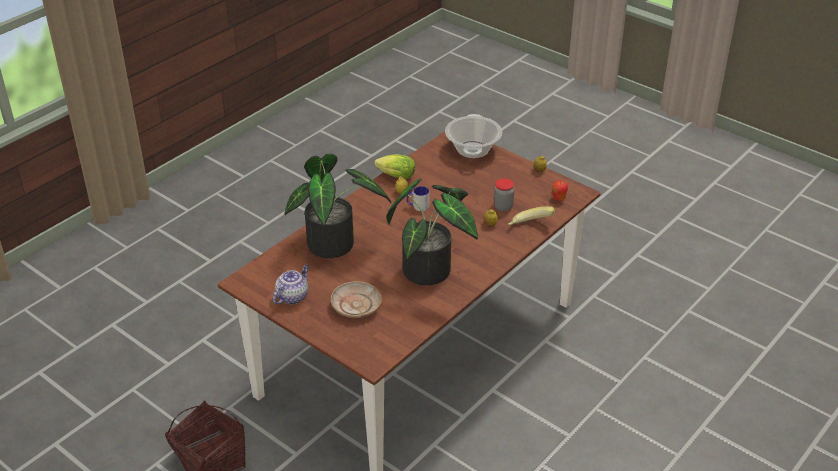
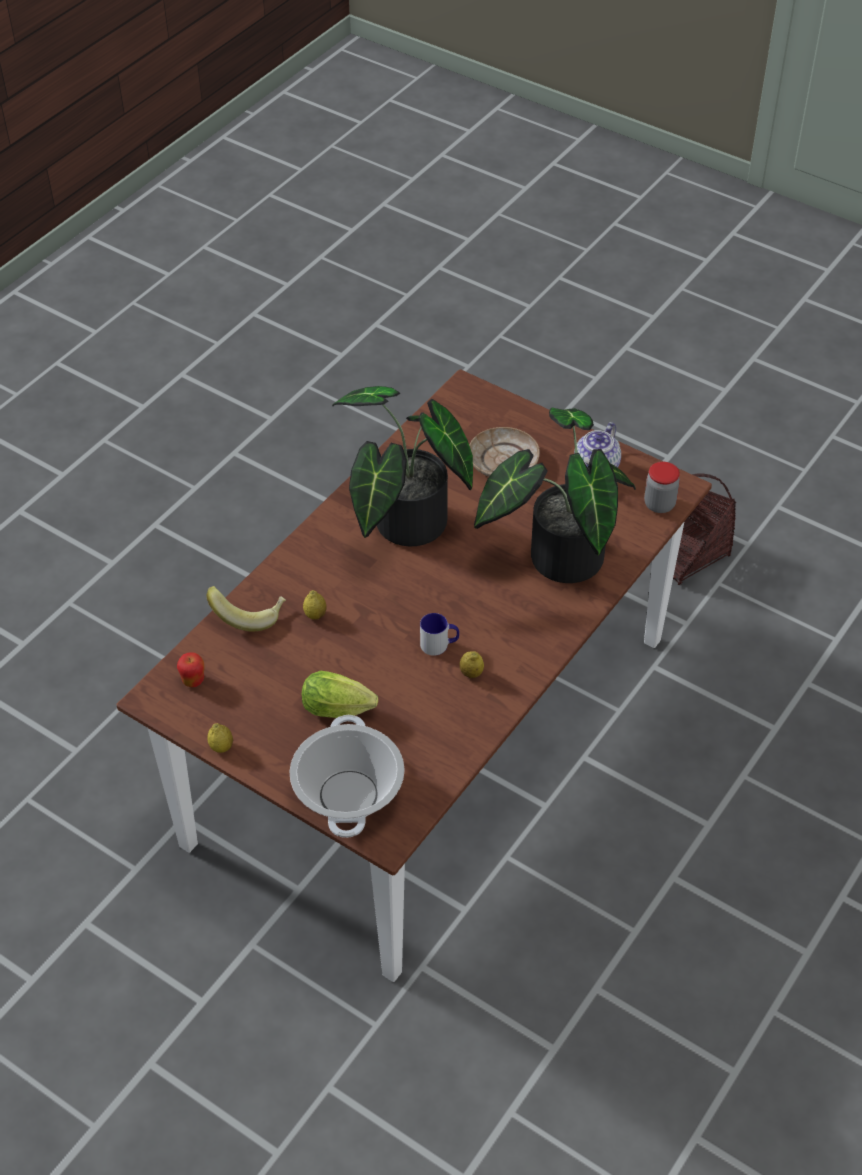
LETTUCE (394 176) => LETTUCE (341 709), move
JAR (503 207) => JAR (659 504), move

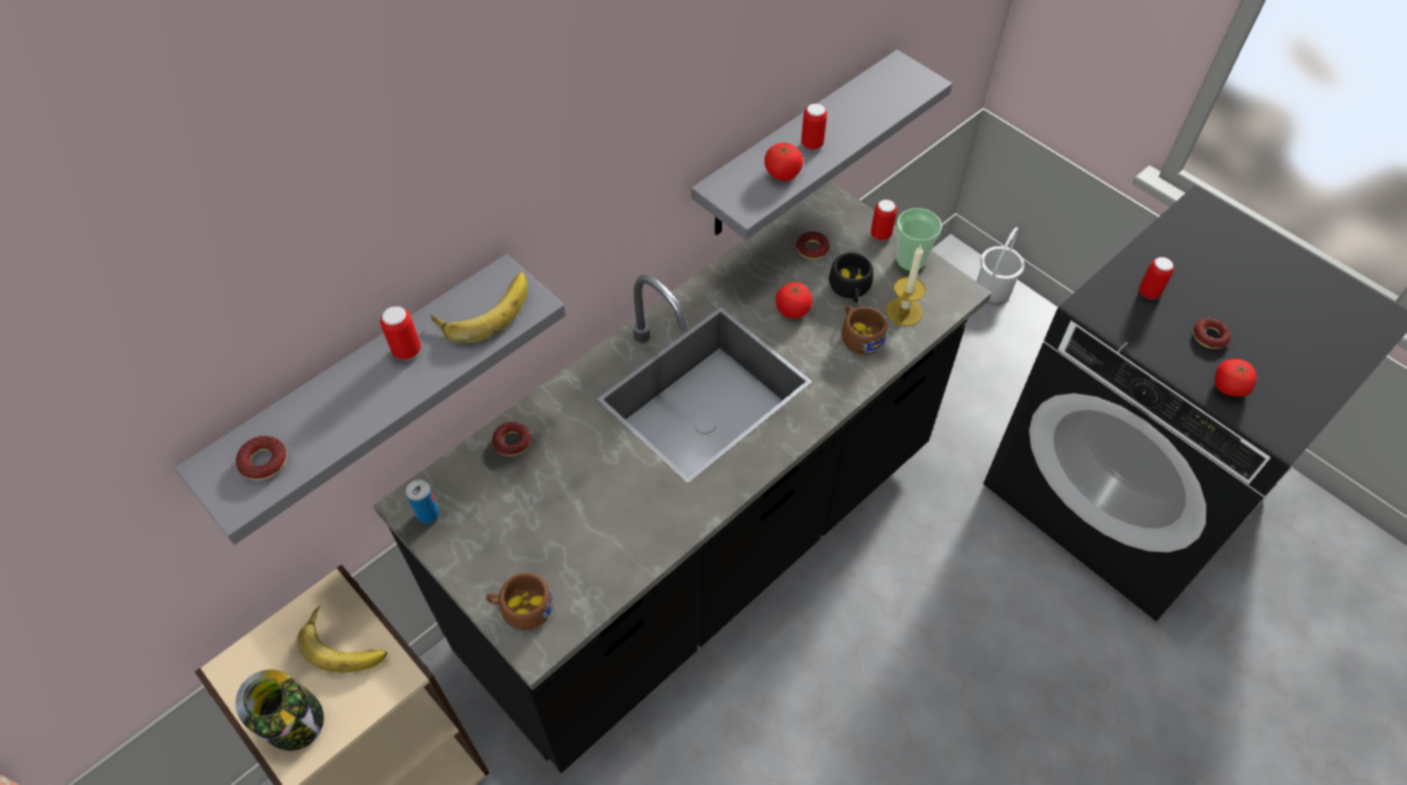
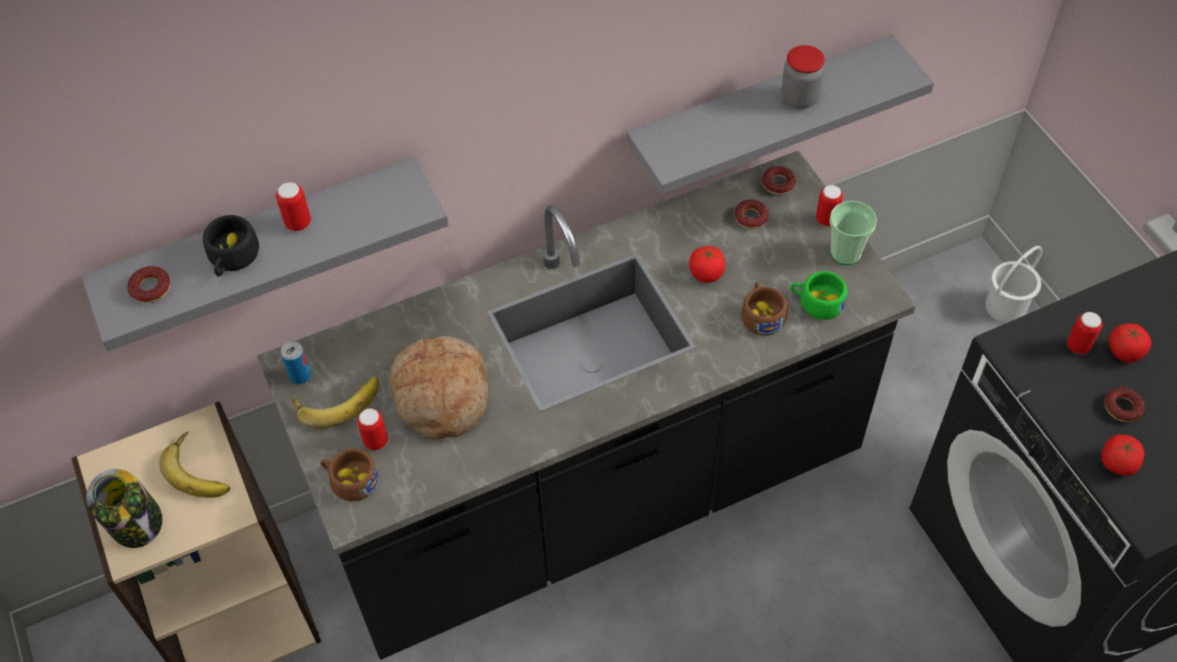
nothing => BREAD (440 396)
nothing => JAR (799 98)
BANANA (484 309) => BANANA (337 400), move
DONUT (512 442) => DONUT (778 183), move
TOMATO (782 173) => TOMATO (1124 351), move
CAN (812 144) => CAN (376 441), move
BLACK CUP (850 288) => BLACK CUP (232 258), move
CANDLE (904 311) => GREEN CUP (816 302)

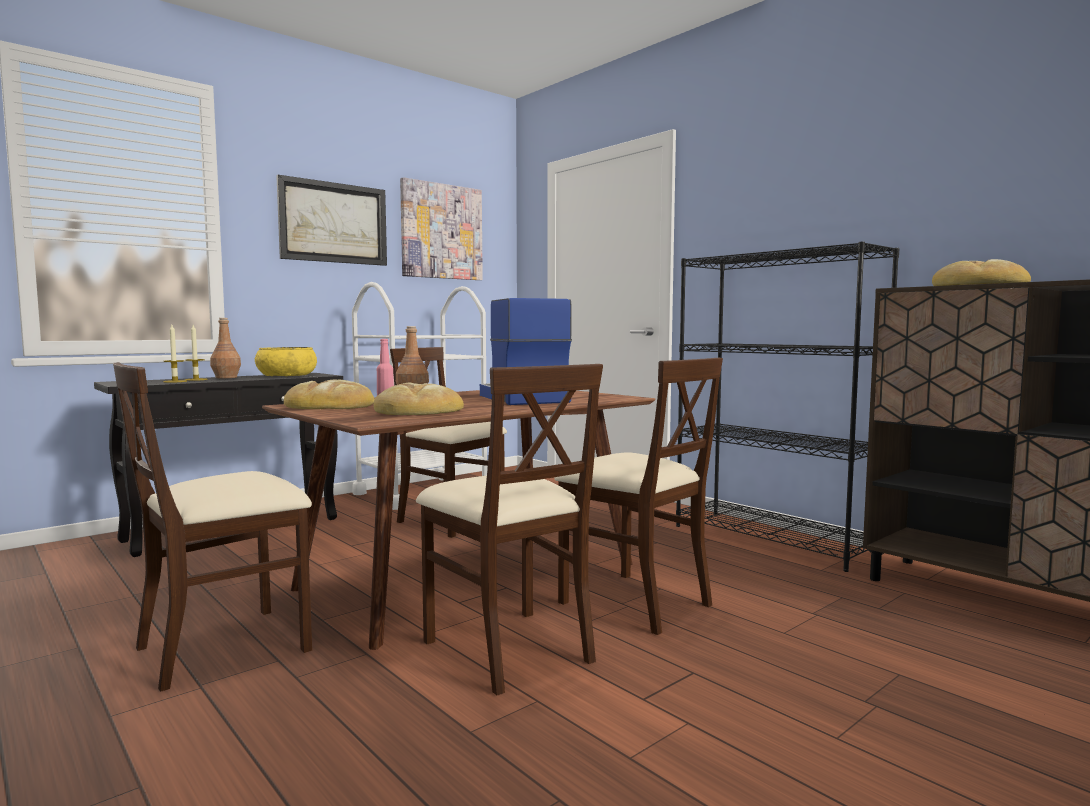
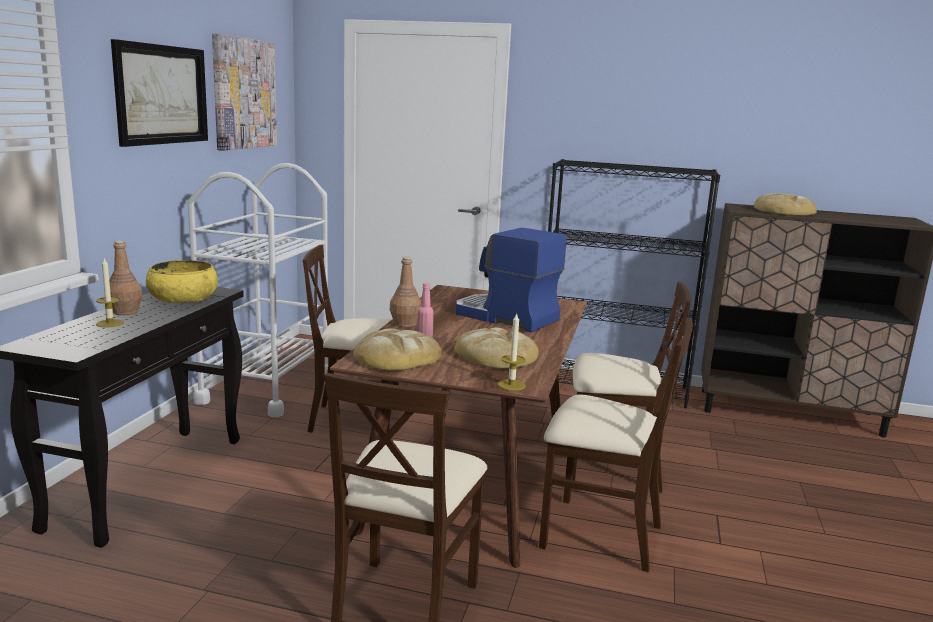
CANDLE (175 381) => CANDLE (511 385), move

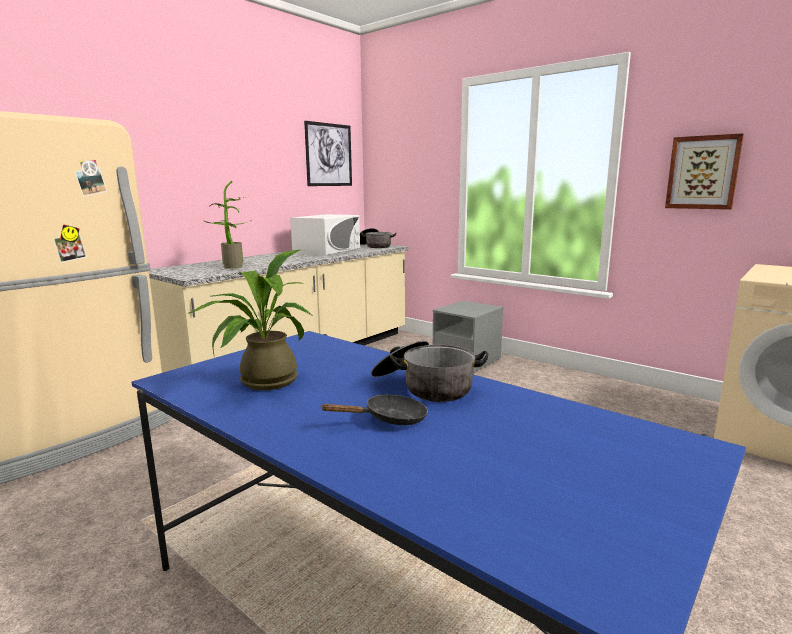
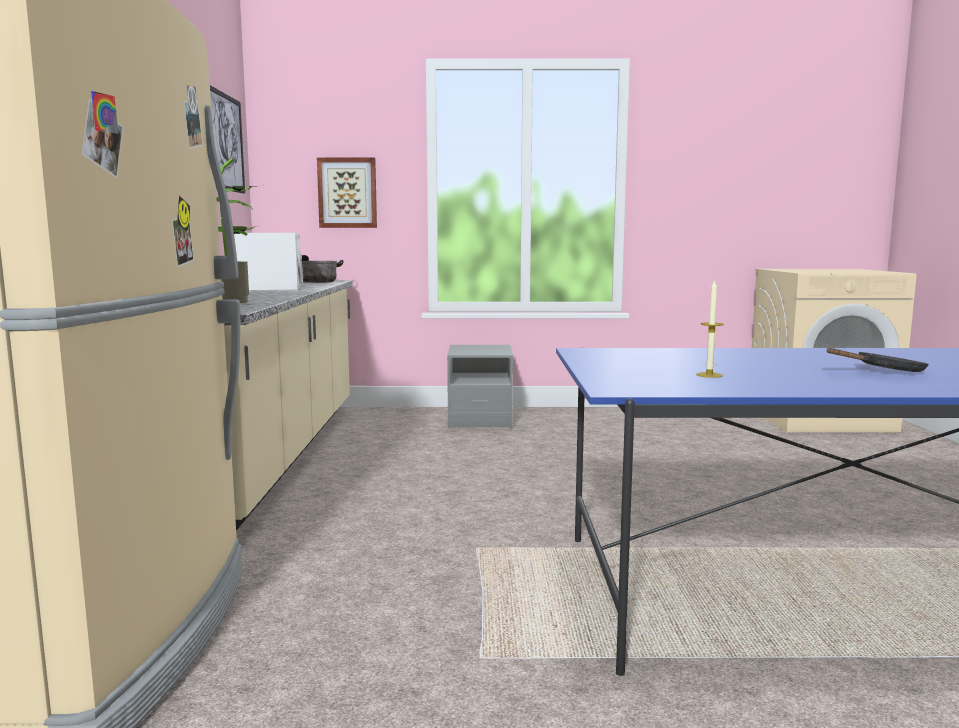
COOKING POT (424 387) => nothing
PICTURE (703 172) => PICTURE (347 193), move
POTTED PLANT (262 382) => CANDLE (709 375)
BLACK FRYING PAN (389 419) => BLACK FRYING PAN (885 371), 45 degrees clockwise

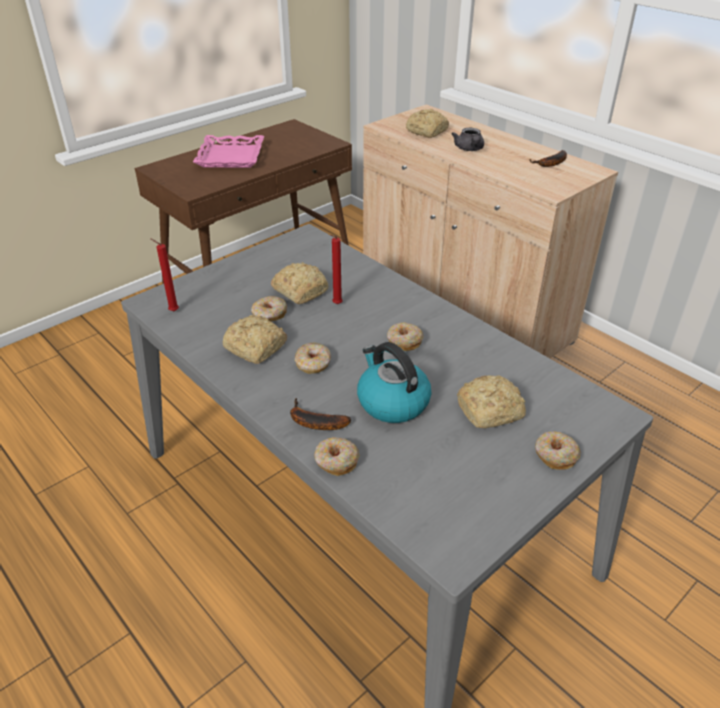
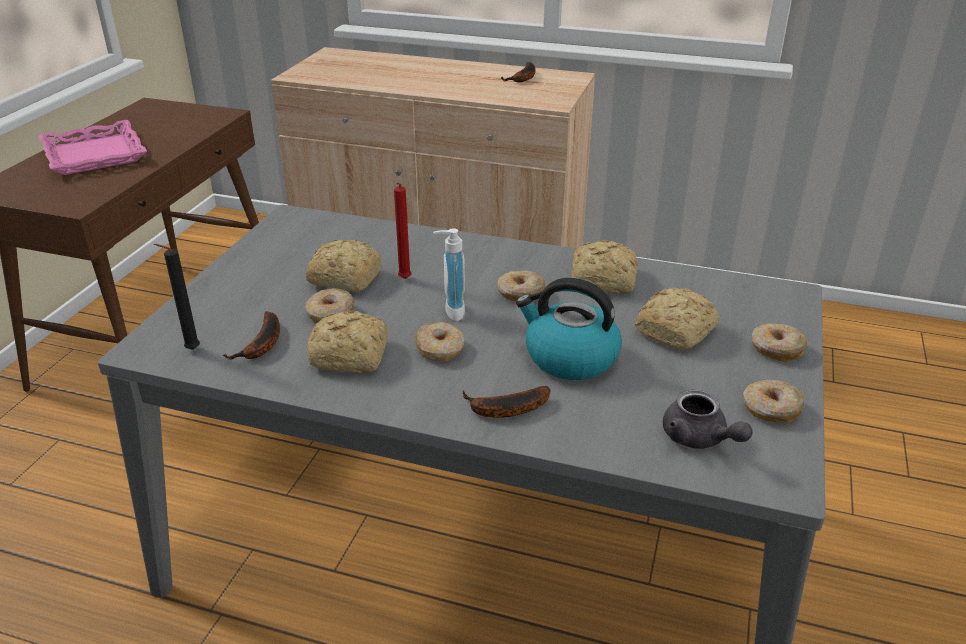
nothing => BANANA (262 345)
nothing => SOAP DISPENSER (450 311)
DONUT (336 461) => DONUT (770 409), move
BREAD (427 132) => BREAD (605 280), move
GREY TEAPOT (469 149) => GREY TEAPOT (699 439), move
RED CANDLE (172 311) => BLACK CANDLE (190 350)

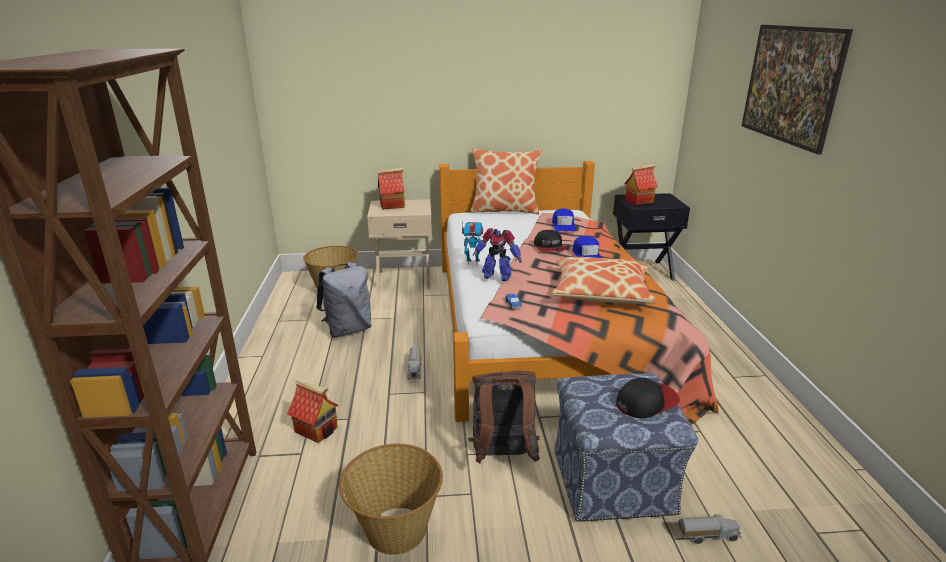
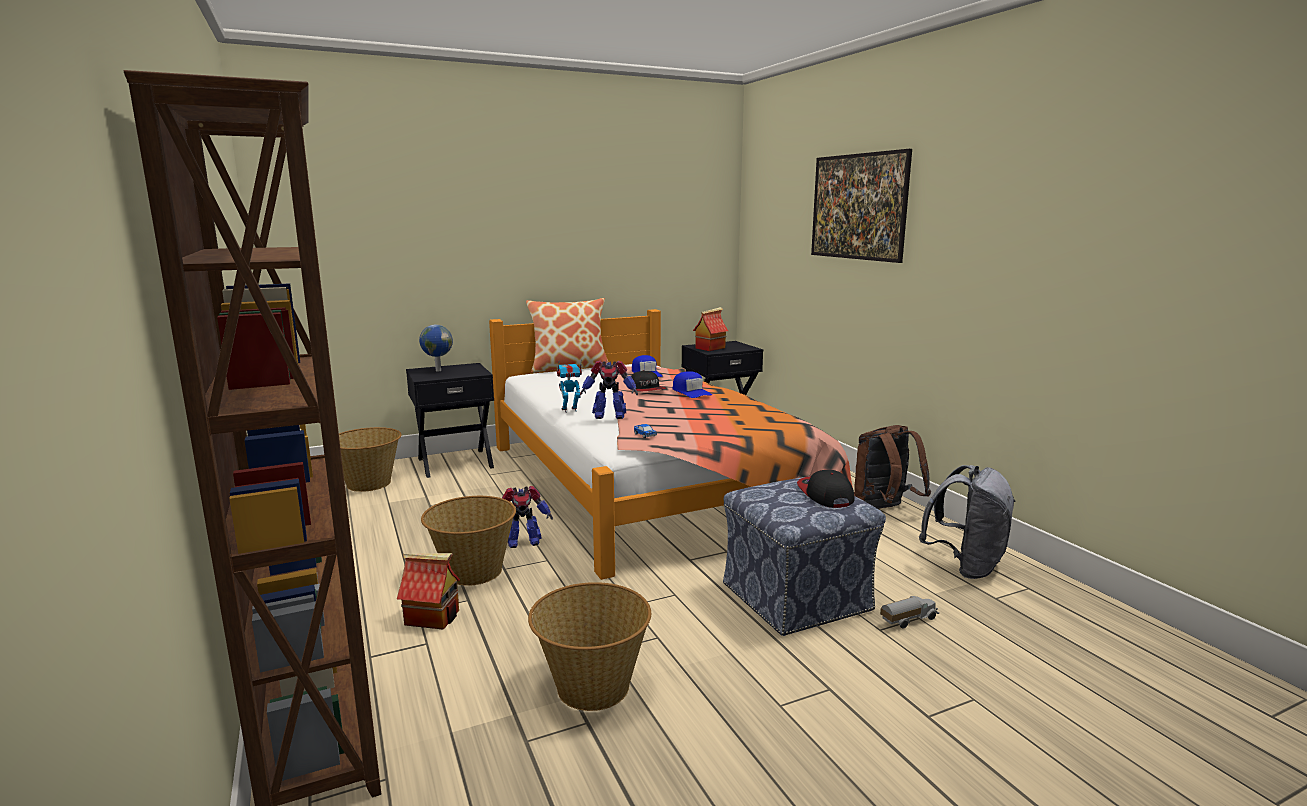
PILLOW (601 292) => nothing
nothing => BASKET (473 572)
GREY BACKPACK (348 330) => GREY BACKPACK (965 566), move
BROWN BACKPACK (502 456) => BROWN BACKPACK (884 510), move
TOY HOUSE (392 205) => GLOBE (437 370)
TOY TRUCK (415 370) => TOY ROBOT (523 542)
BEIGE NIGHTSTAND (404 279) => BLACK NIGHTSTAND (455 462)
CAP (646 402) => CAP (825 494), 60 degrees counterclockwise

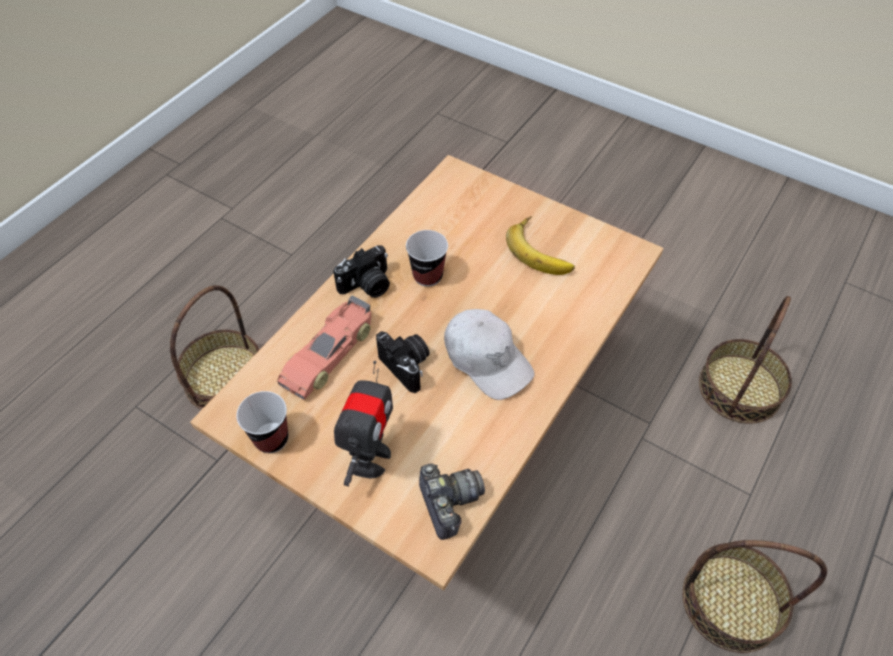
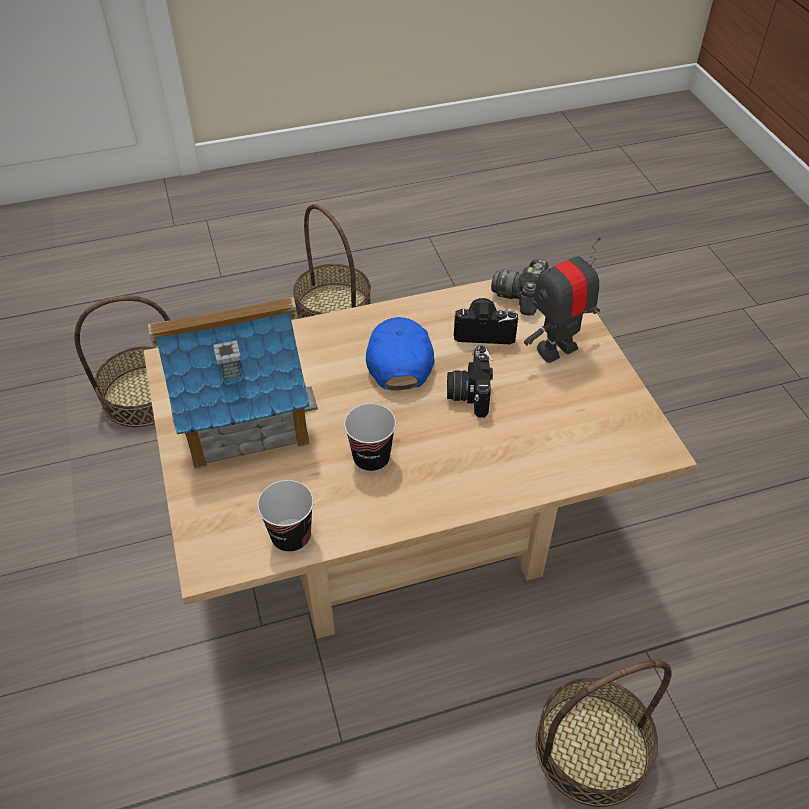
TOY CAR (329 354) => nothing
CUP (271 439) => CUP (291 537), move
PHOTO CAMERA (367 286) => PHOTO CAMERA (484 331), move
BANANA (542 250) => TOY HOUSE (242 413)
WHITE CAP (487 359) => BLUE CAP (399 359)

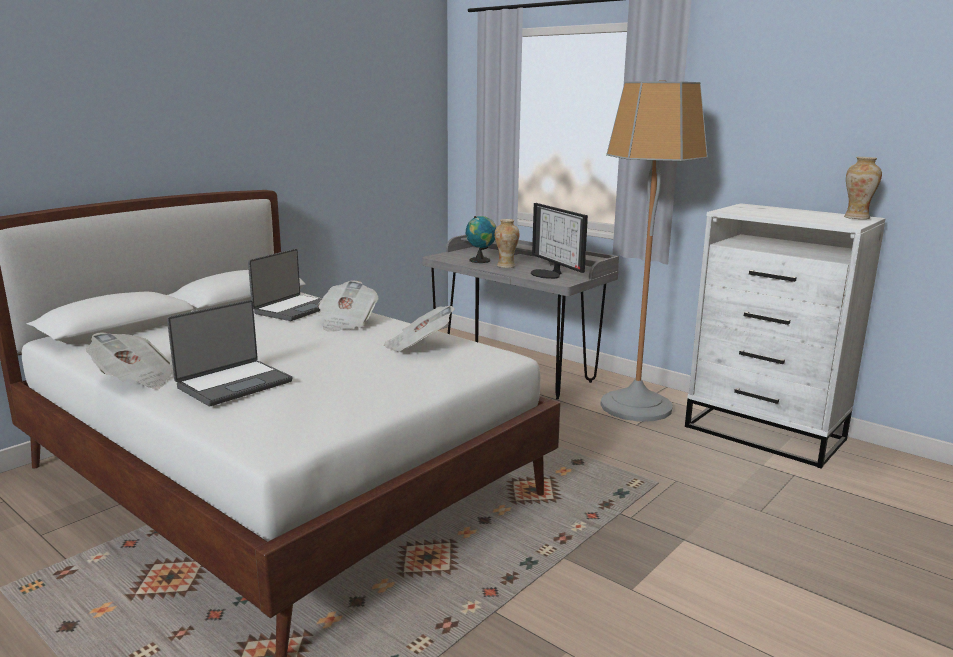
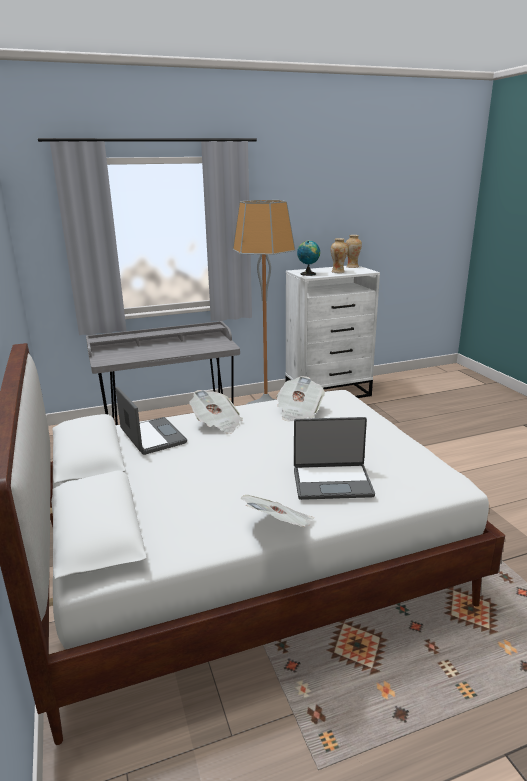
MONITOR (549 274) => nothing
GLOBE (481 260) => GLOBE (308 274), move
VASE (506 266) => VASE (338 272), move
LAPTOP (233 384) => LAPTOP (332 482), 105 degrees clockwise

